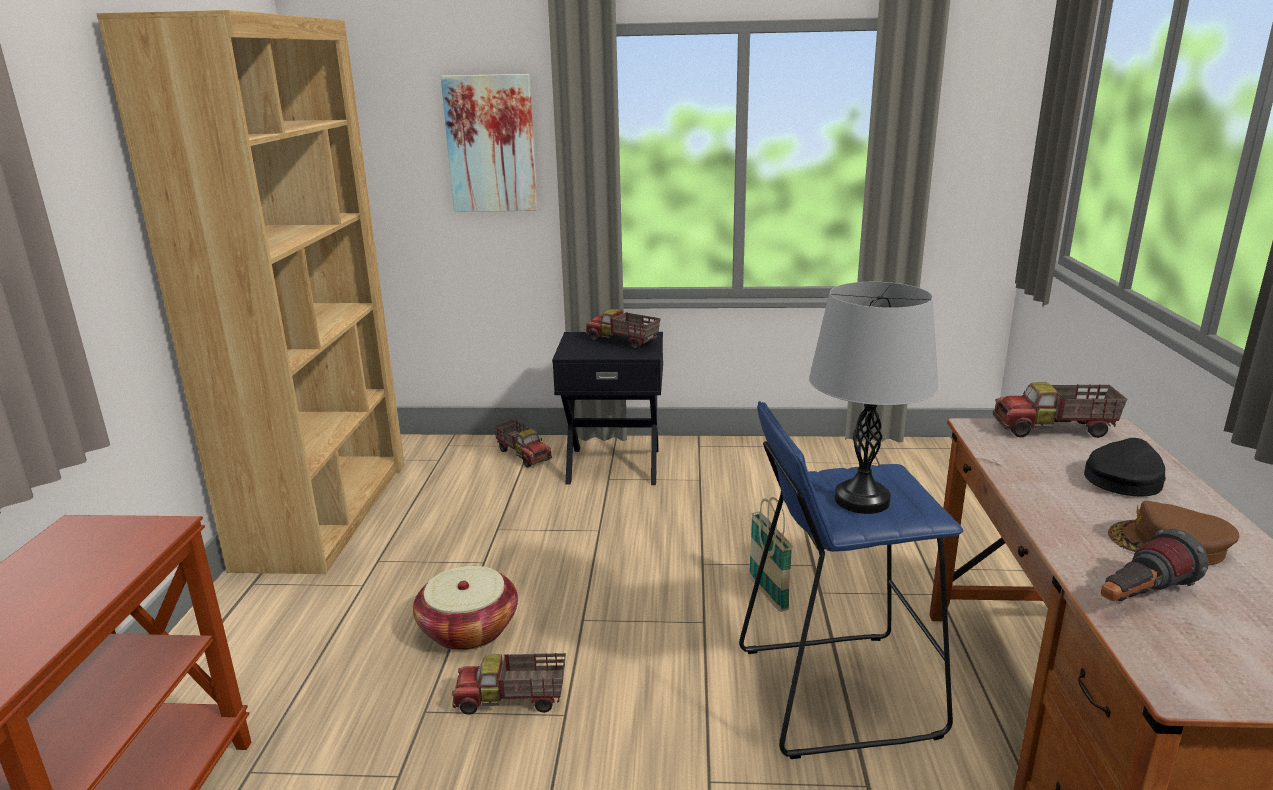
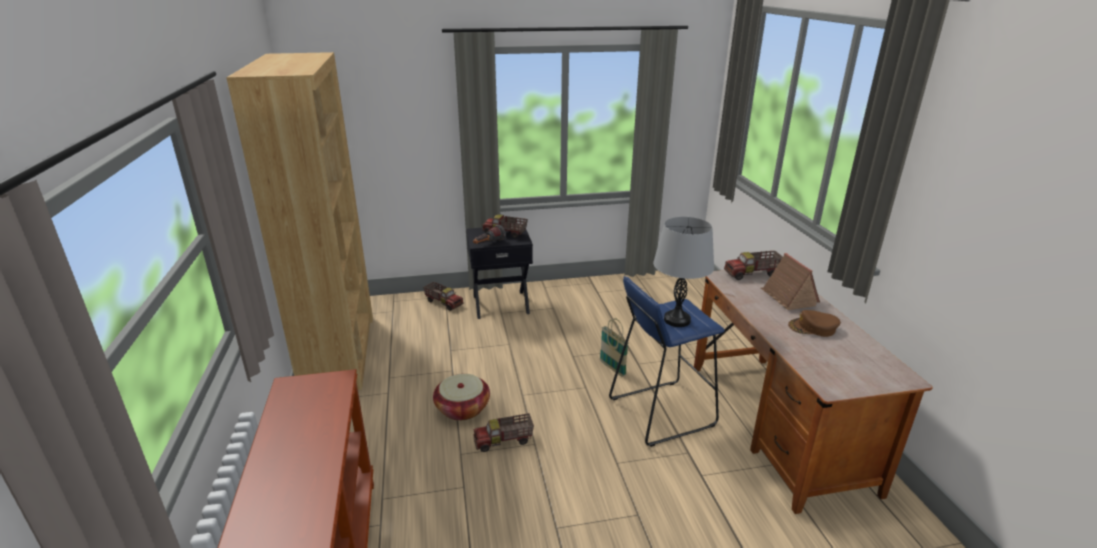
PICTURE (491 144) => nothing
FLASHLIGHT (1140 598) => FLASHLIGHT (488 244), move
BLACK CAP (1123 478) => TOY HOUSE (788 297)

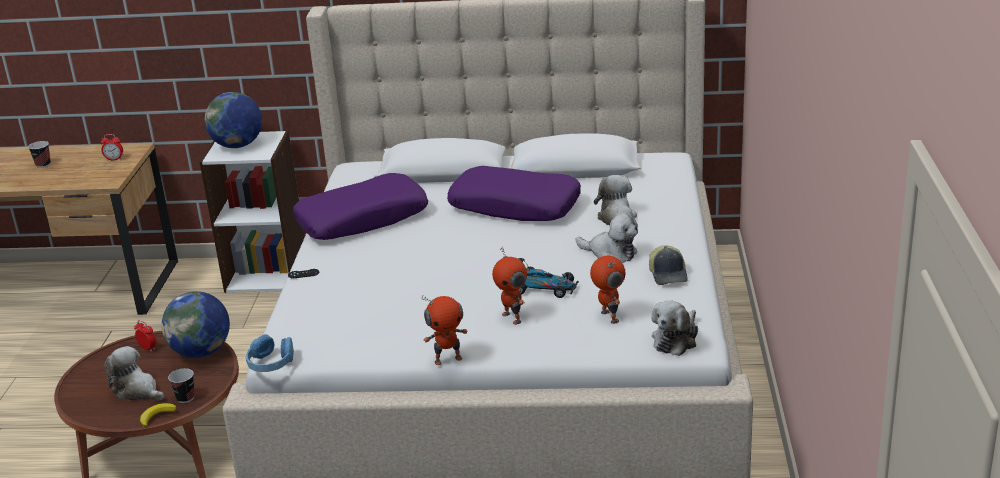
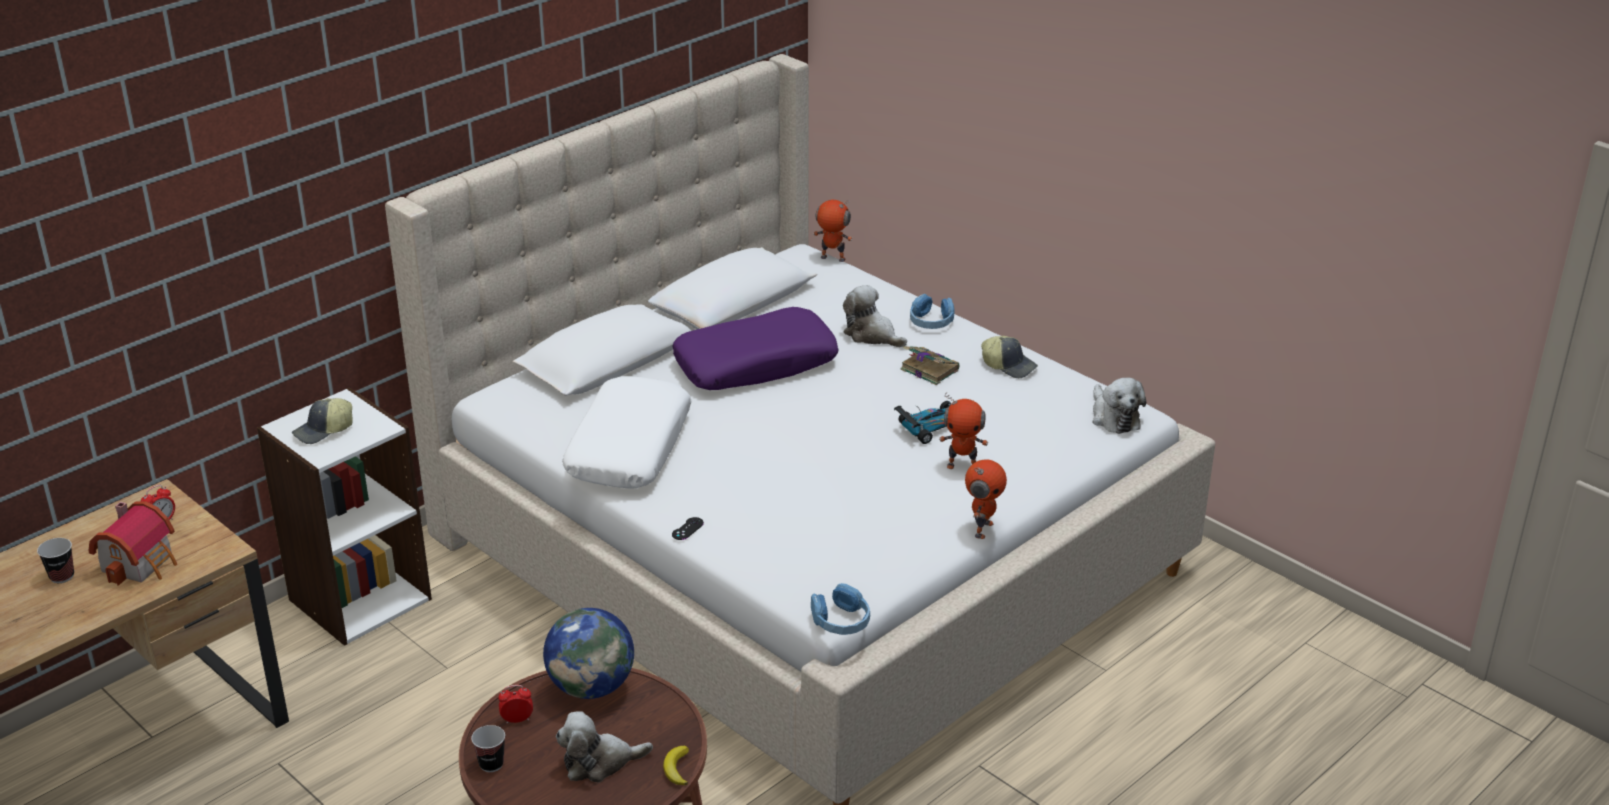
nothing => TOY HOUSE (141 563)
nothing => BLUE HEADPHONES (931 322)
CUP (185 398) => CUP (491 764), move
TOY ROBOT (608 317) => TOY ROBOT (832 259), move
GLOBE (237 146) => CAP (324 431)
PLUSH TOY (610 253) => BOOK (928 369)
PURPLE PILLOW (362 219) => WHITE PILLOW (628 447)

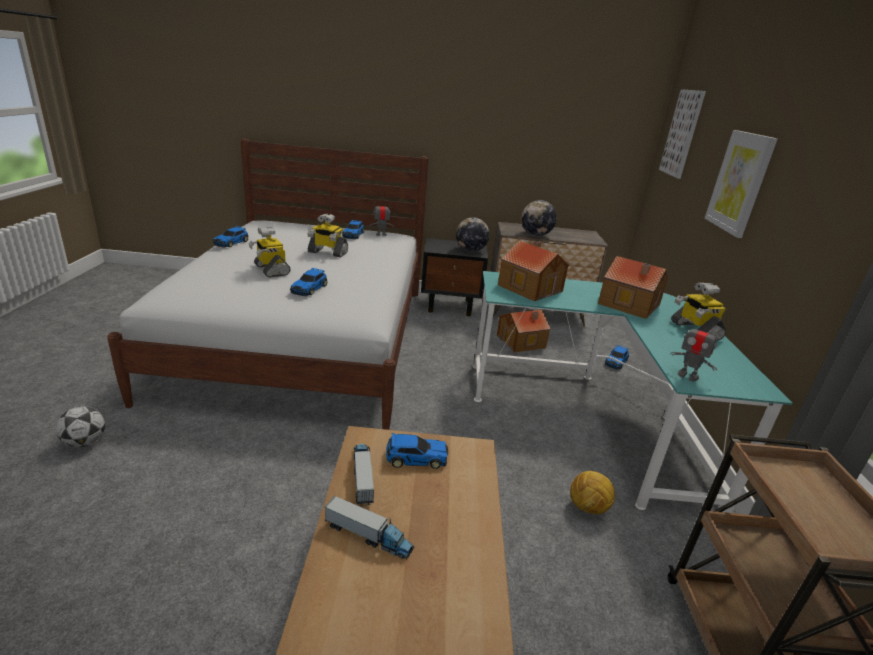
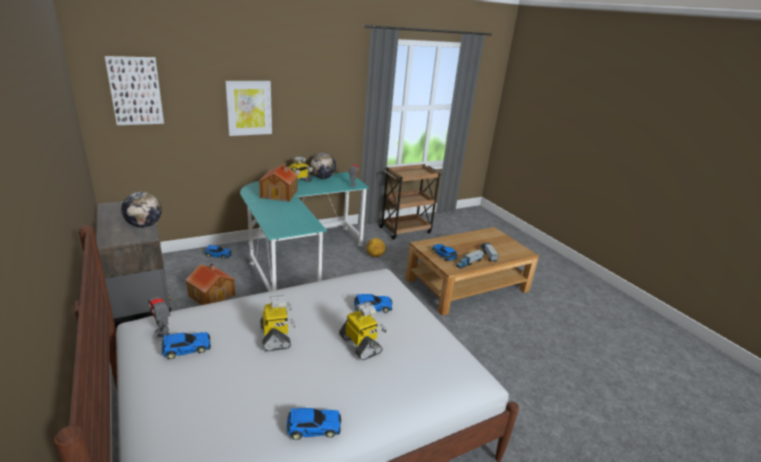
FOOTBALL (85 442) => nothing
TOY HOUSE (530 287) => nothing
GLOBE (470 251) => GLOBE (322 178), move
TOY ROBOT (271 270) => TOY ROBOT (361 344), 60 degrees counterclockwise

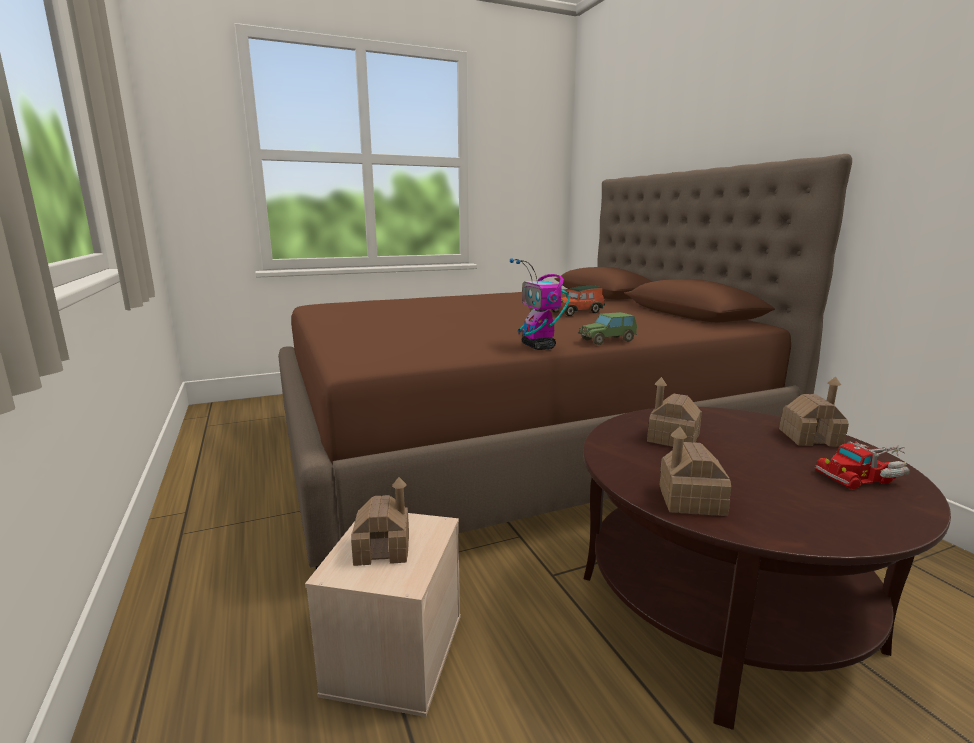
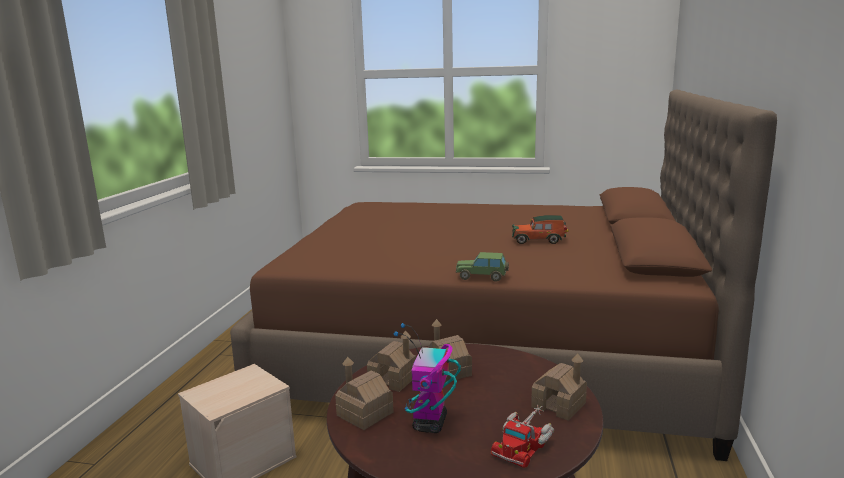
TOY HOUSE (382 548) => TOY HOUSE (393 379), move
TOY ROBOT (538 347) => TOY ROBOT (430 424), move
TOY TRUCK (863 475) => TOY TRUCK (523 444), 75 degrees counterclockwise

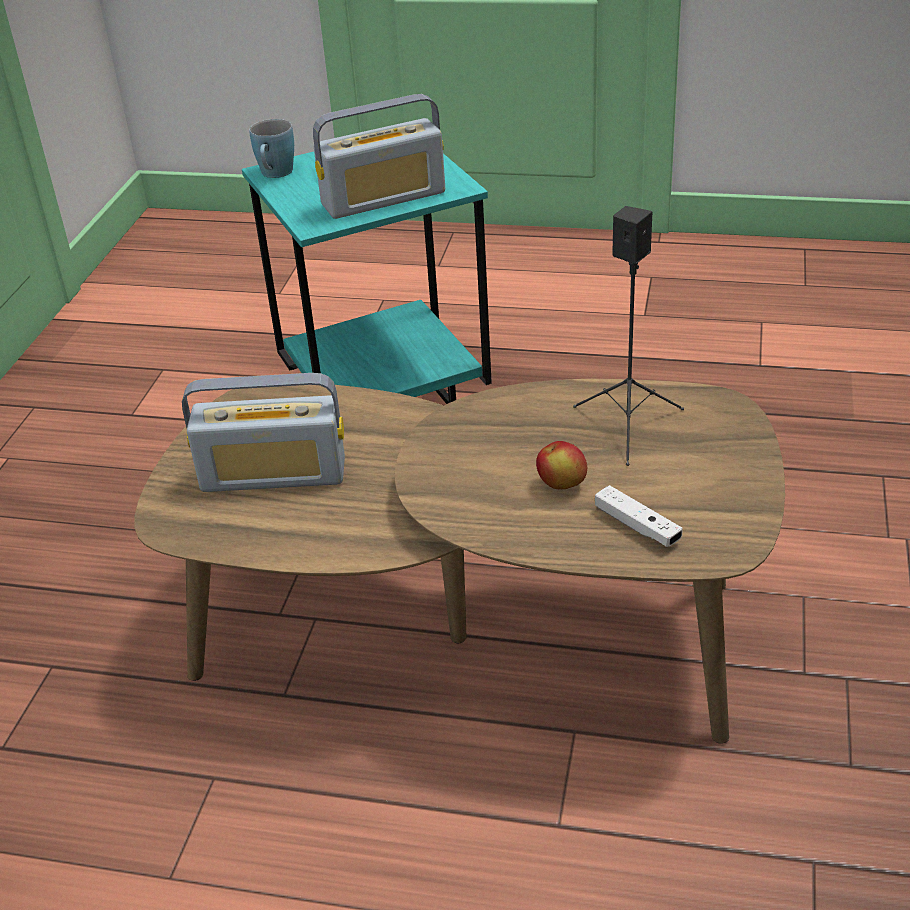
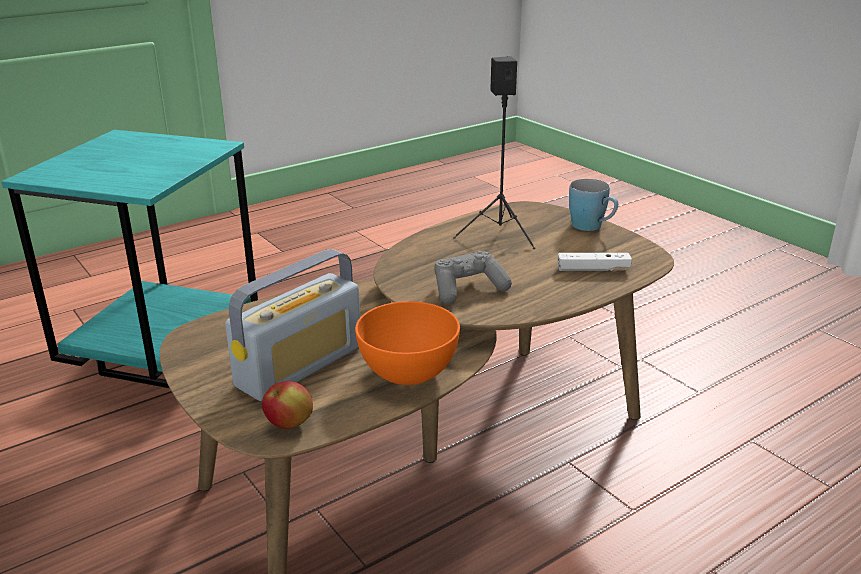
RADIO (384 199) => nothing
nothing => ORANGE BOWL (409 373)
nothing => GREY GAME CONTROLLER (468 289)
BLUE MUG (275 174) => BLUE MUG (592 227), move
APPLE (561 485) => APPLE (289 424), move

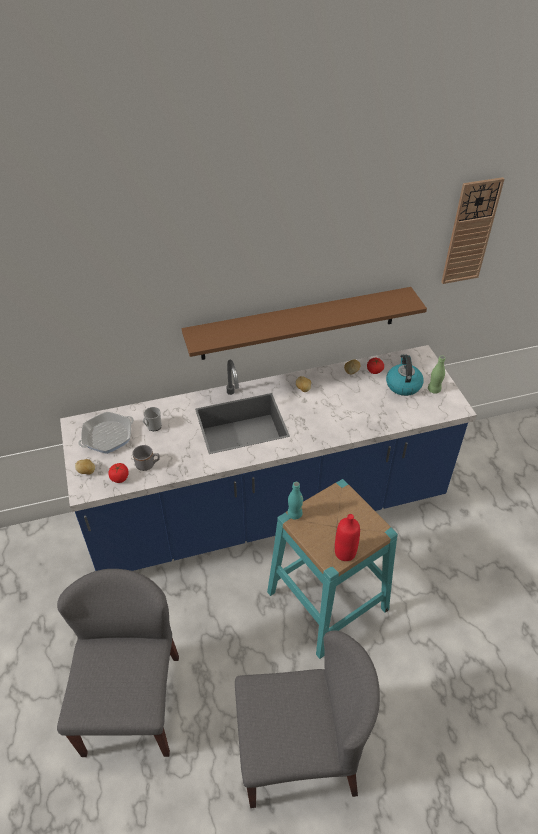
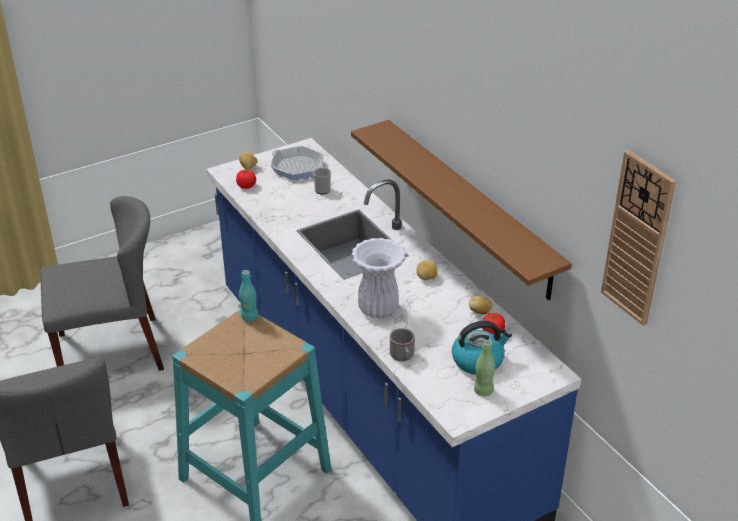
RED BOTTLE (345 552) => nothing
nothing => WHITE VASE (378 310)
GREY MUG (148 464) => GREY MUG (402 357), move

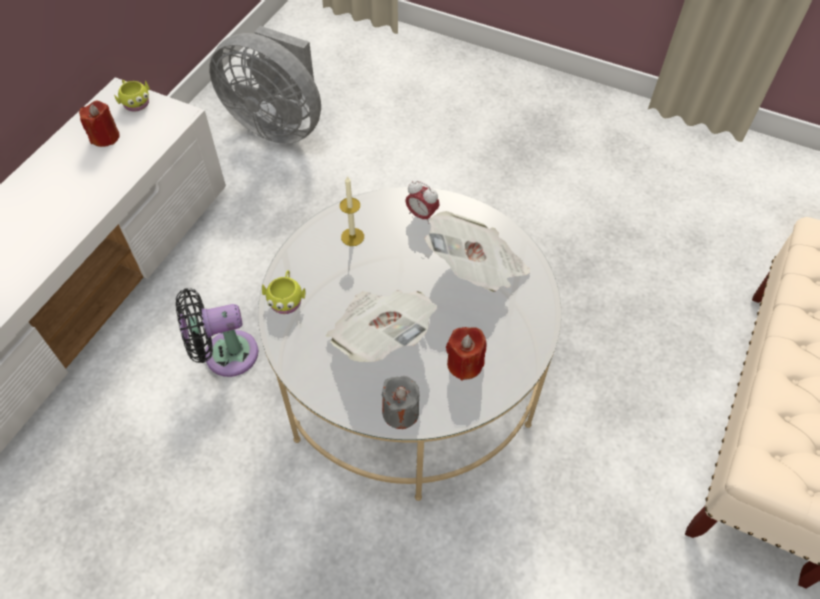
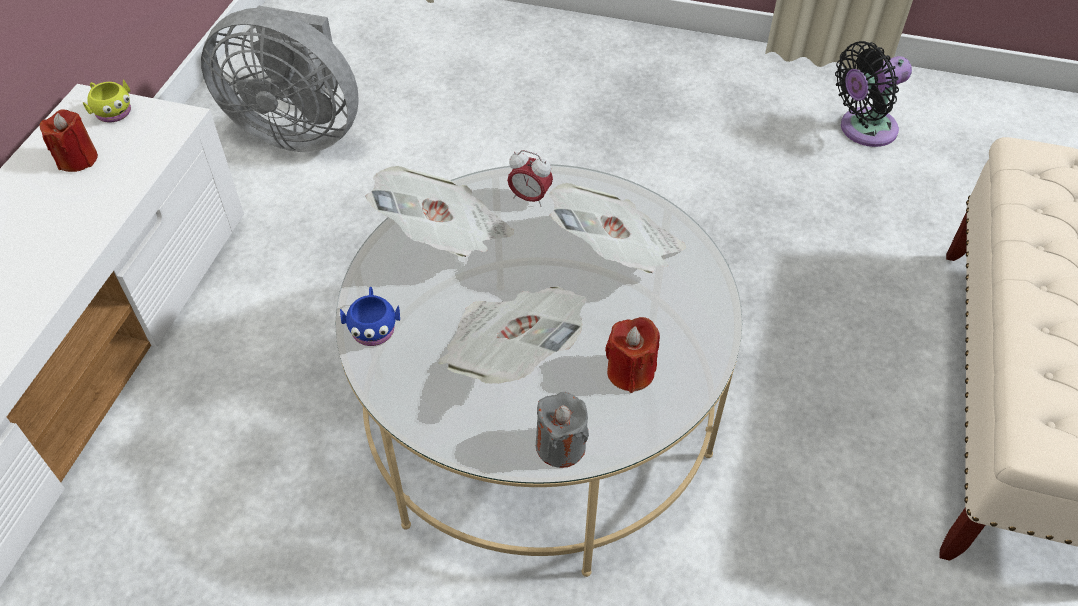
BLACK FAN (225 355) => BLACK FAN (863 130), move
CANDLE (352 237) => NEWSPAPER (445 236)
YELLOW MUG (286 299) => BLUE MUG (373 327)

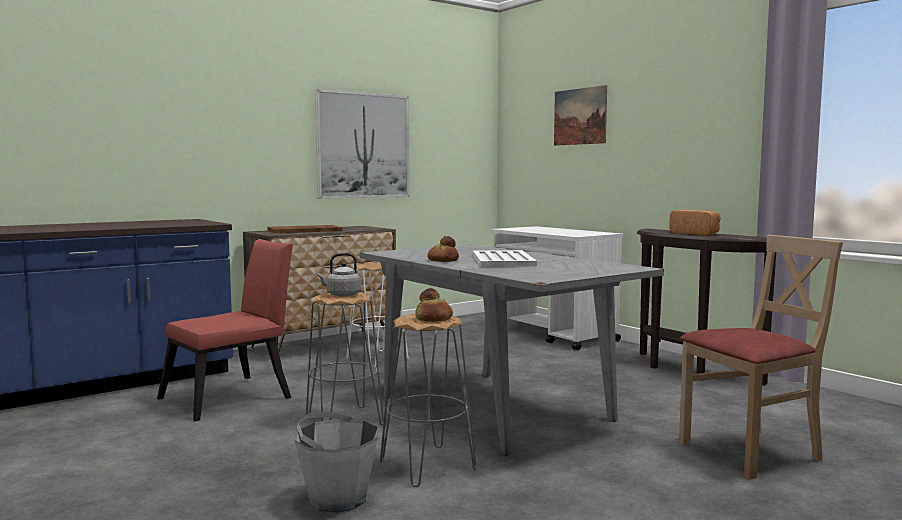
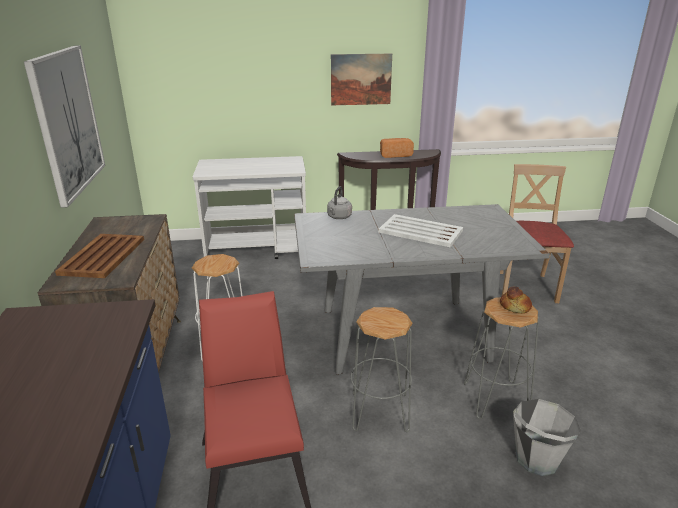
BREAD (442 260) => nothing
GREY KETTLE (341 295) => GREY KETTLE (339 217), move
PICTURE (580 116) => PICTURE (361 79), move

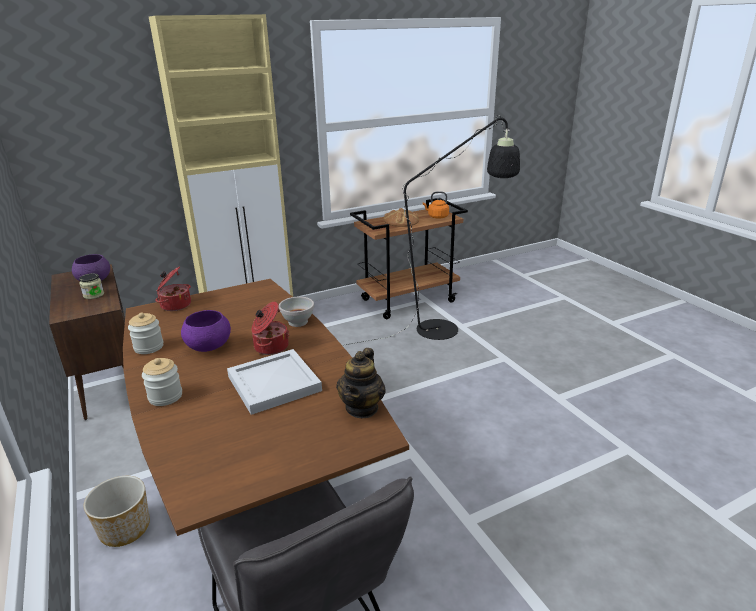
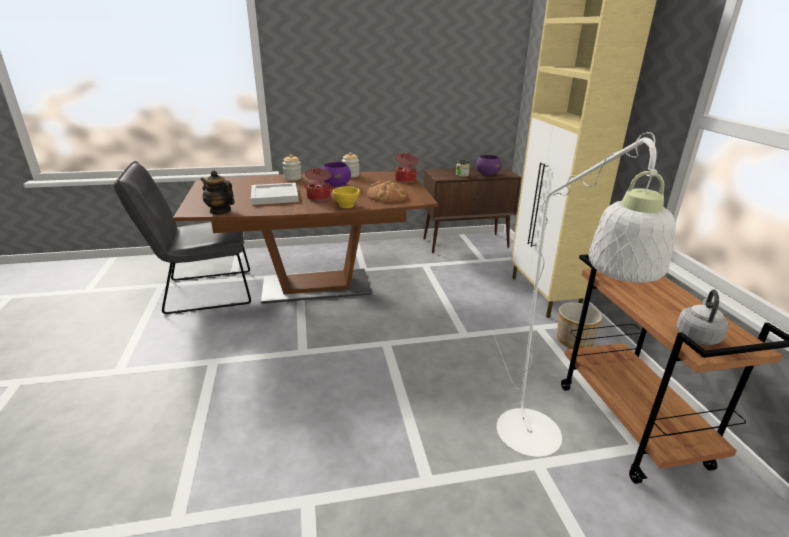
PLANTER (125 529) => PLANTER (573 340), move
BREAD (401 221) => BREAD (387 196), move
WHITE BOWL (298 322) => YELLOW BOWL (346 205)
BLACK FLOOR LAMP (447 327) => WHITE FLOOR LAMP (534 445)
ORANGE KETTLE (437 217) => GREY KETTLE (697 335)

